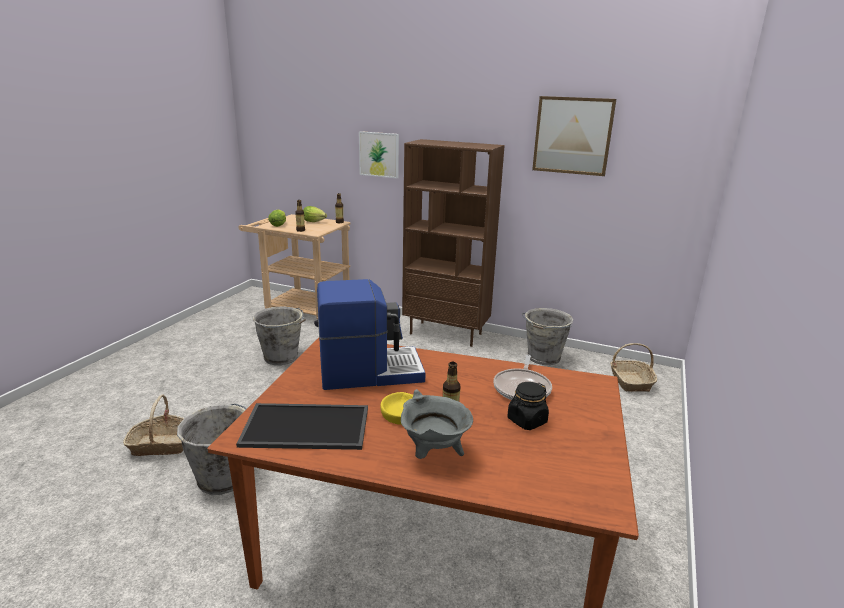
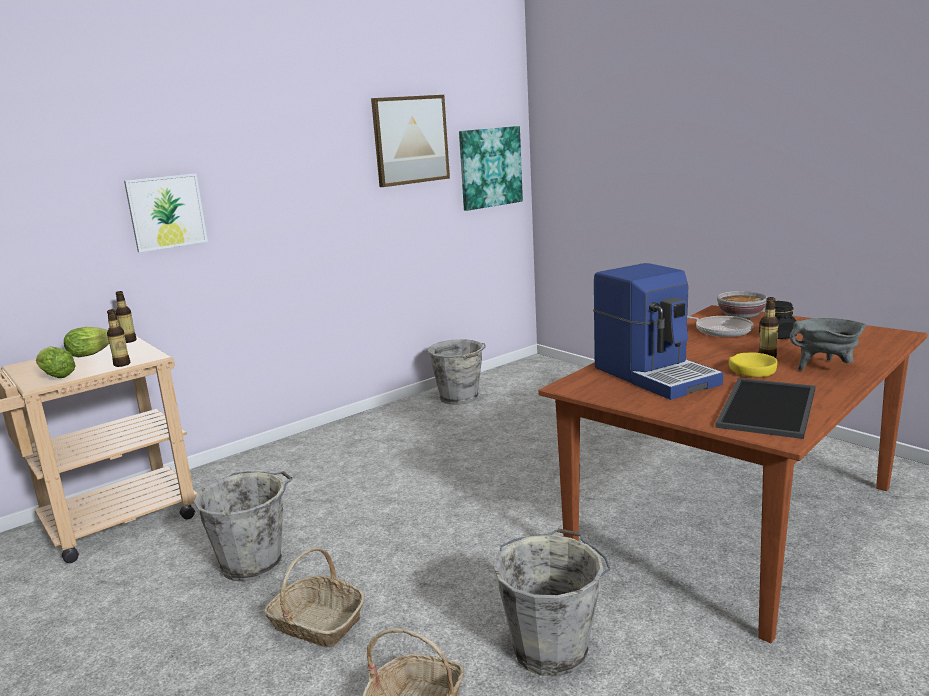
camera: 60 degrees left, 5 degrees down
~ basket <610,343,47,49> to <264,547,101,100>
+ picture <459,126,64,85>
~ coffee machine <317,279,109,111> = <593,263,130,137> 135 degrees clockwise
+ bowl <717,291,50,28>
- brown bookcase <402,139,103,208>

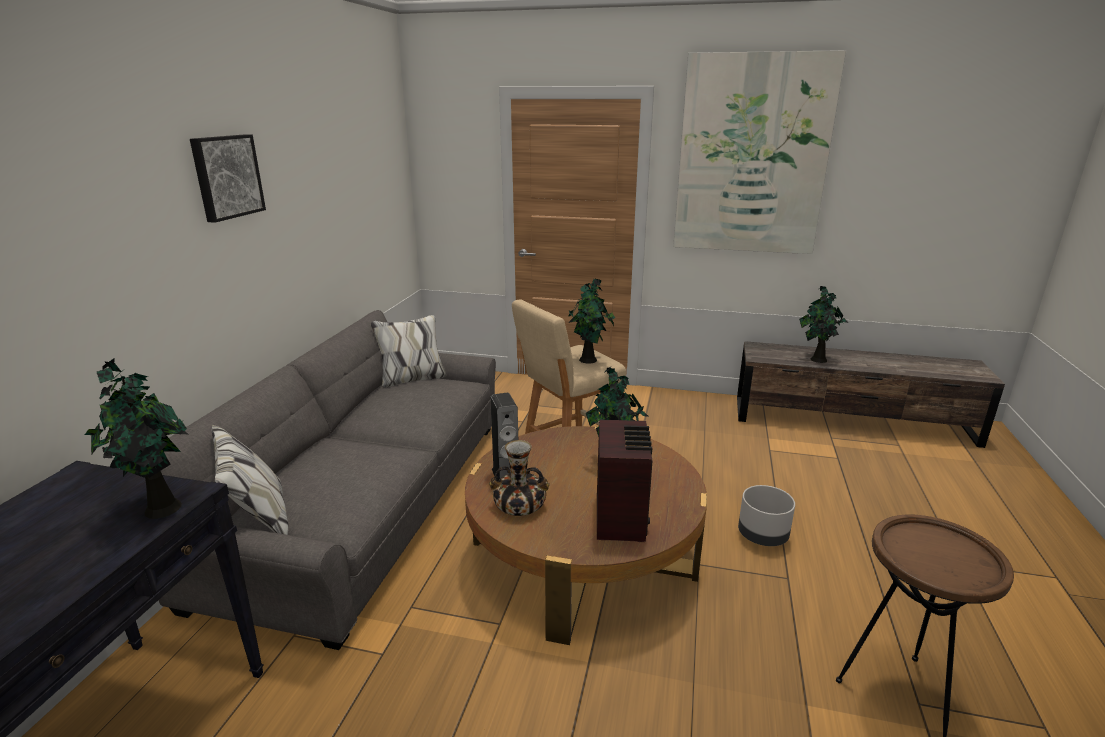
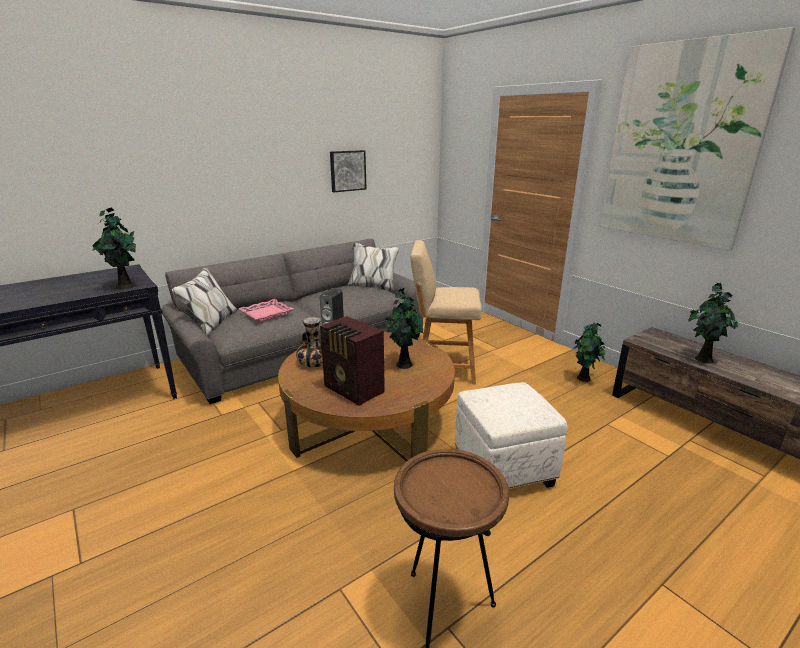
camera: 40 degrees right, 0 degrees up
+ pink tray <239,299,54,23>
~ radio <597,420,56,122> = <320,316,65,90> 90 degrees clockwise
~ picture <190,134,76,89> to <330,150,37,42>
~ grey planter <738,485,57,61> to white ottoman <455,382,113,107>
~ potted plant <568,279,47,85> to <574,322,32,60>

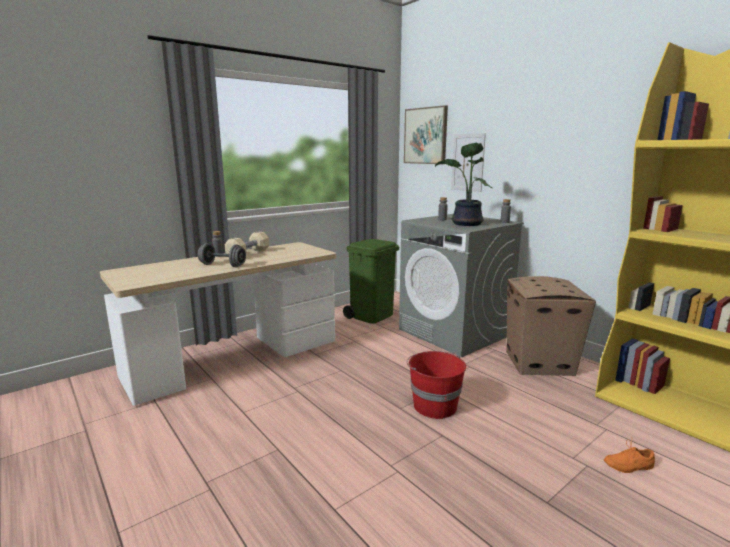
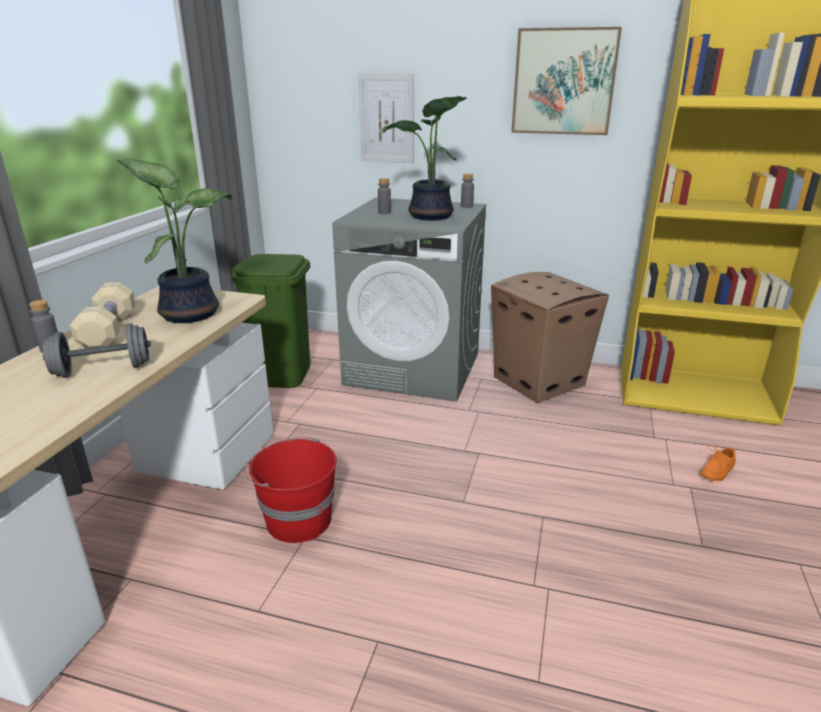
camera: 35 degrees left, 10 degrees up
+ potted plant <117,158,115,165>
~ red bucket <407,351,59,68> to <245,437,92,106>
~ picture <404,105,44,59> to <511,27,111,108>

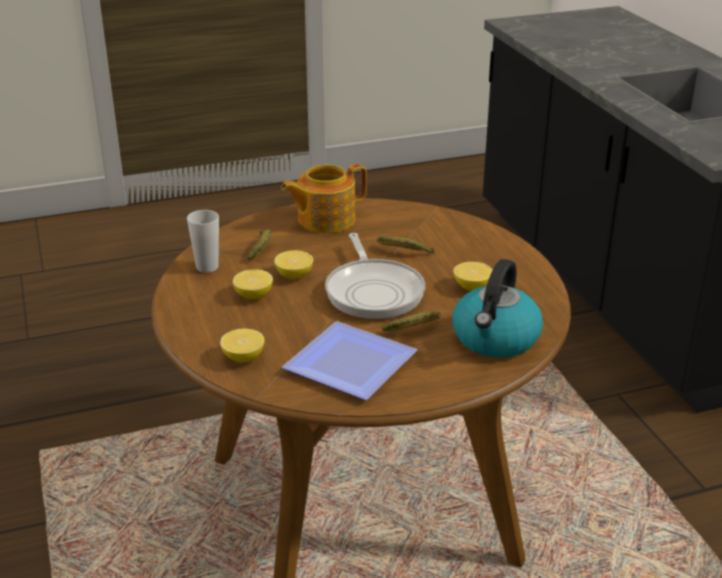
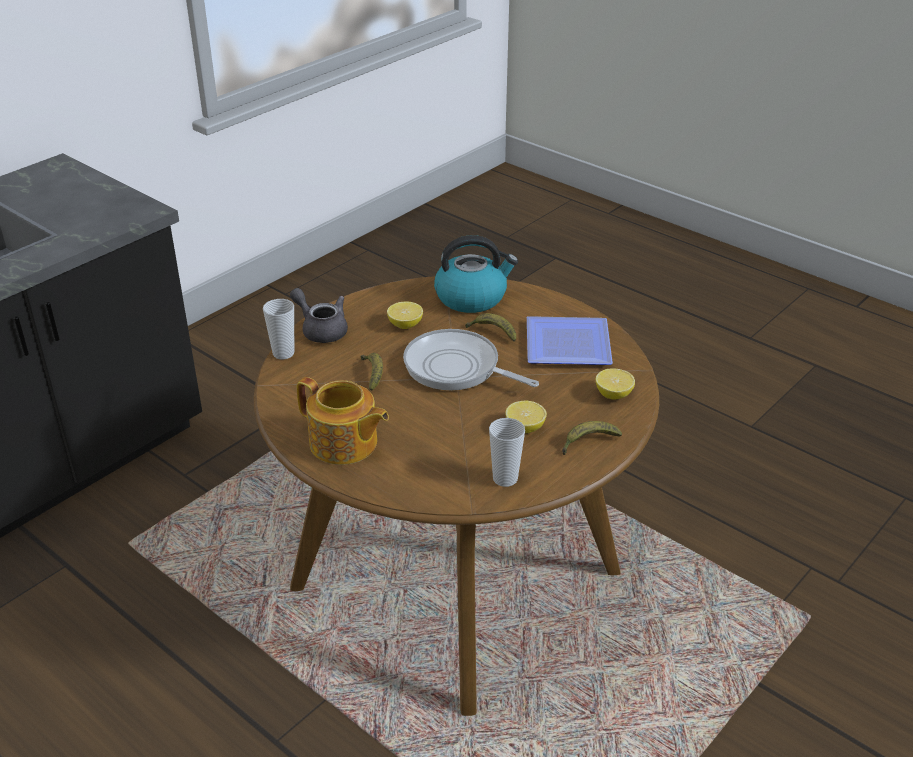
camera: 120 degrees left, 5 degrees up
+ cup <263,299,31,60>
+ grey teapot <290,288,58,55>
~ frying pan <325,233,100,86> = <403,329,136,61> 105 degrees counterclockwise
~ banana <247,229,25,31> to <562,421,60,34>
- lemon <274,250,39,29>

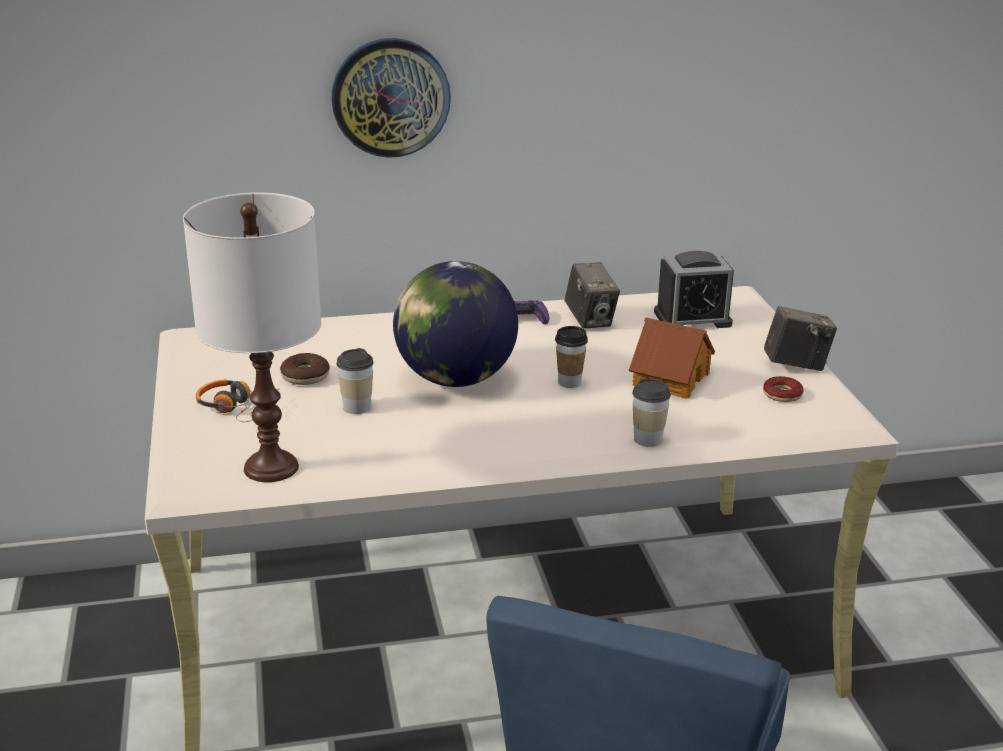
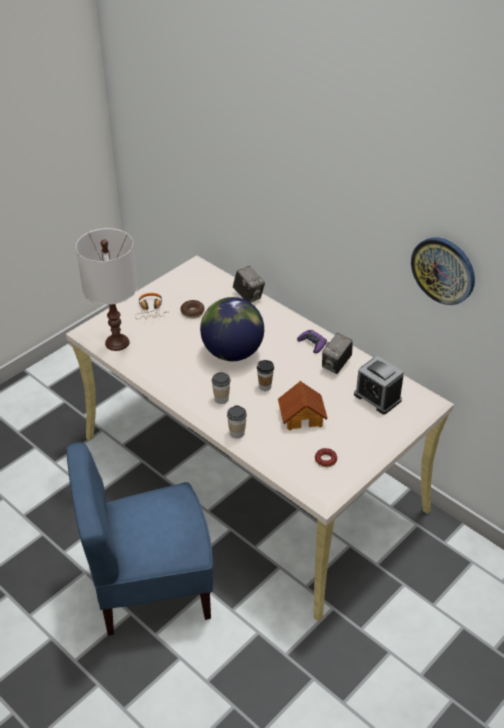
camera: 55 degrees right, 15 degrees up
~ cup <336,348,37,66> to <212,372,19,32>
~ photo camera <764,306,73,65> to <233,266,32,37>
~ wall clock <331,38,120,120> to <411,237,64,68>

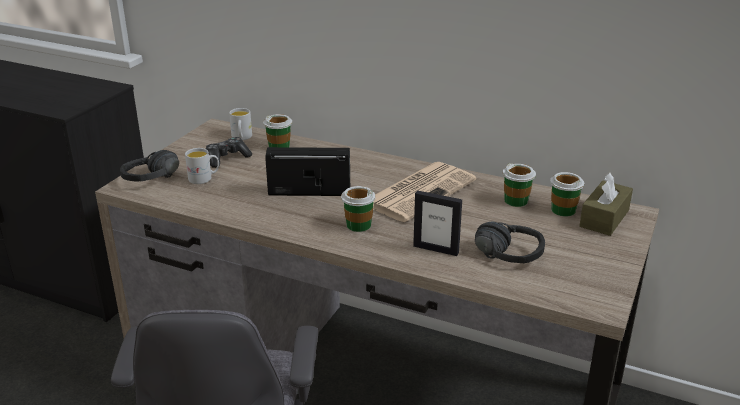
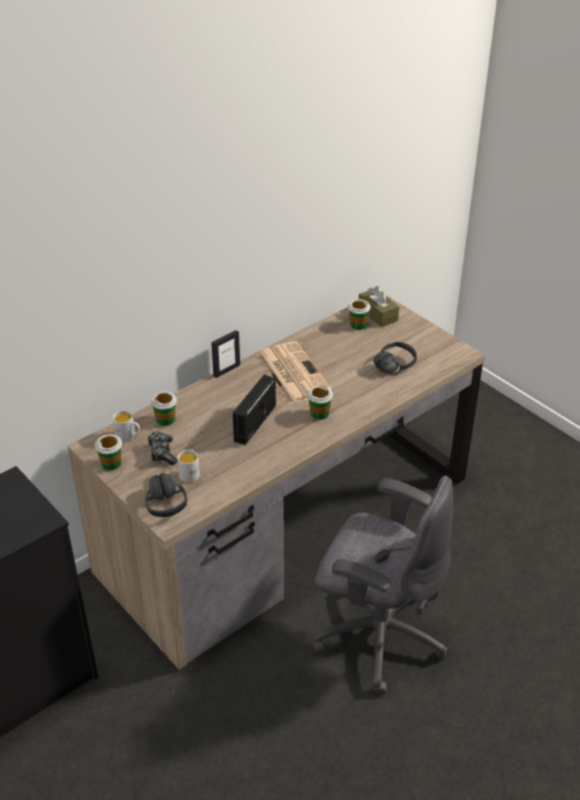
camera: 65 degrees left, 10 degrees up
~ cup <503,163,33,44> to <95,434,27,37>
~ picture frame <413,190,49,66> to <211,330,29,48>

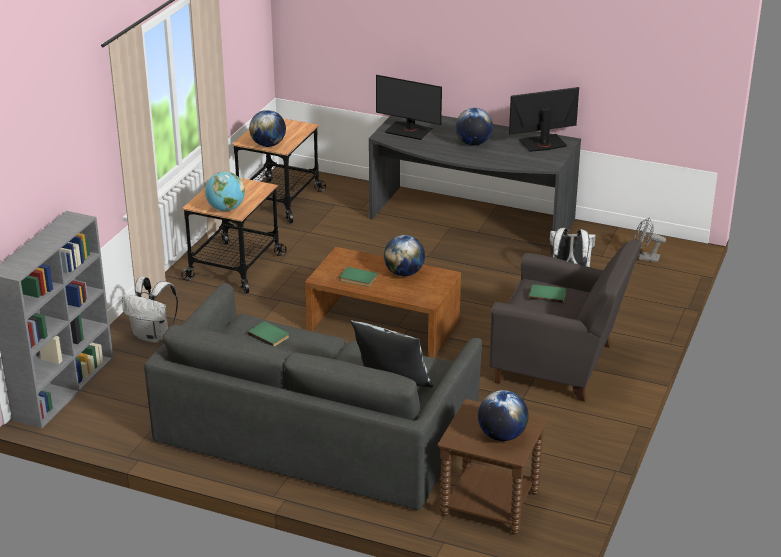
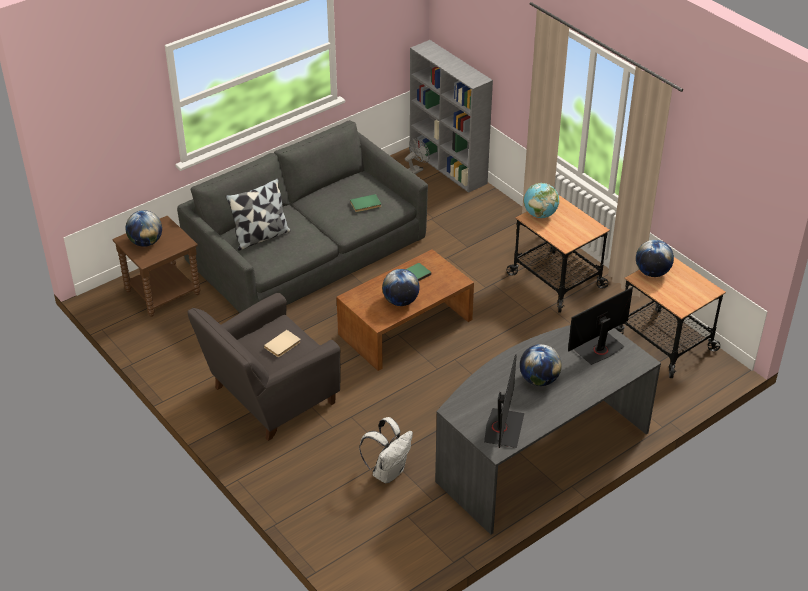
camera: 120 degrees right, 10 degrees up
~ green book <529,284,37,19> to beige book <264,330,37,27>
~ grey fan <634,218,32,44> to <405,138,24,36>
- white backpack <122,277,56,66>

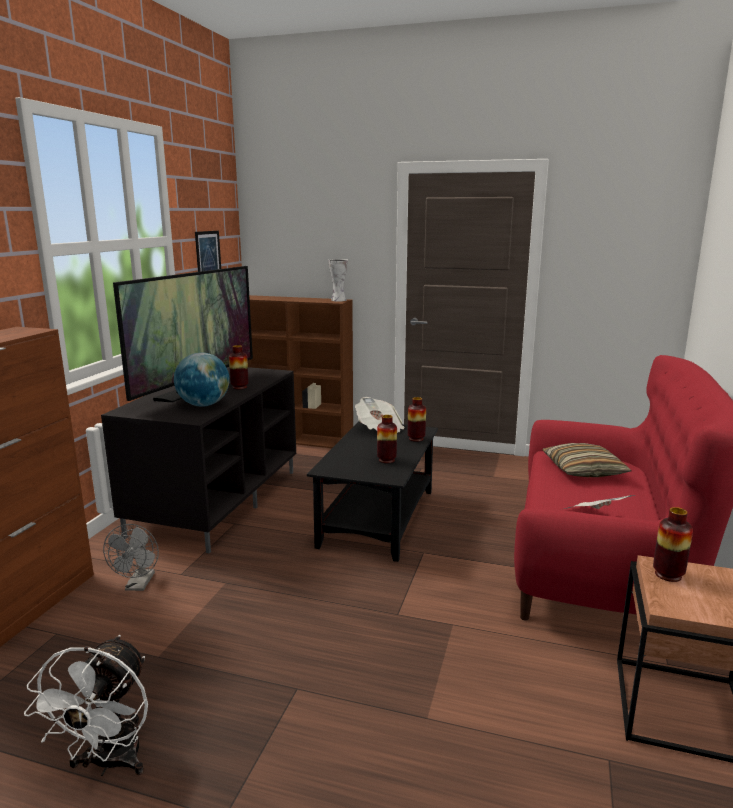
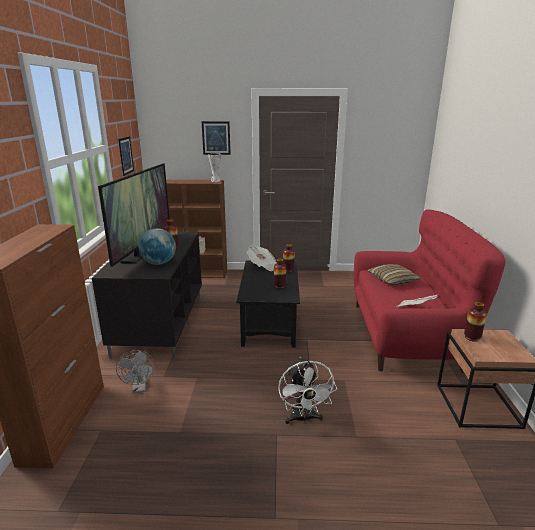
camera: 15 degrees left, 5 degrees up
+ picture <202,121,29,34>
~ white fan <24,635,124,141> to <278,357,59,67>

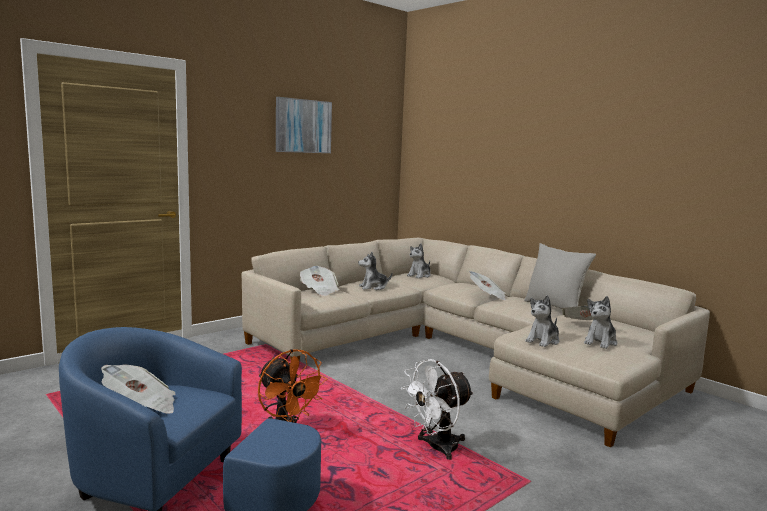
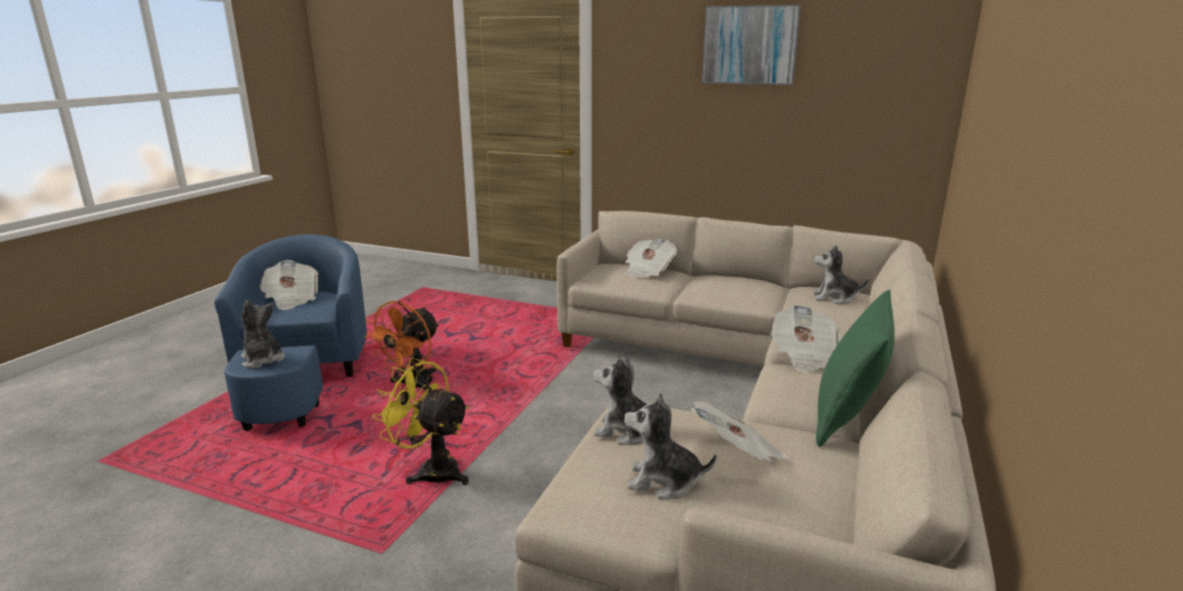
camera: 65 degrees right, 10 degrees up
~ plush toy <358,252,34,38> to <241,300,44,68>
~ white fan <401,359,73,101> to yellow fan <372,358,97,127>
~ grey pillow <524,243,72,66> to green pillow <816,290,79,157>

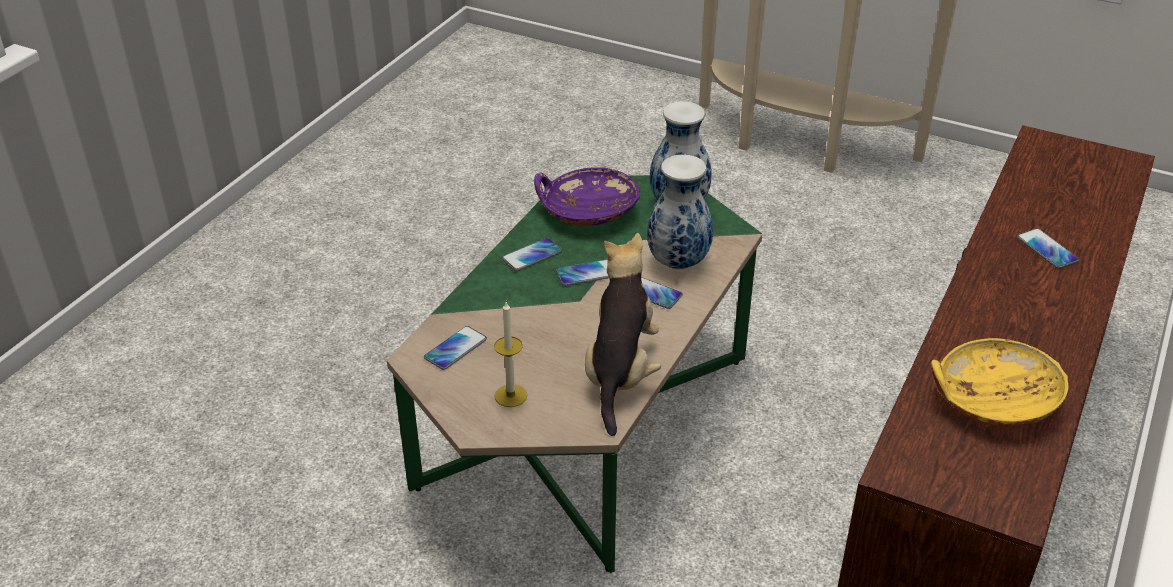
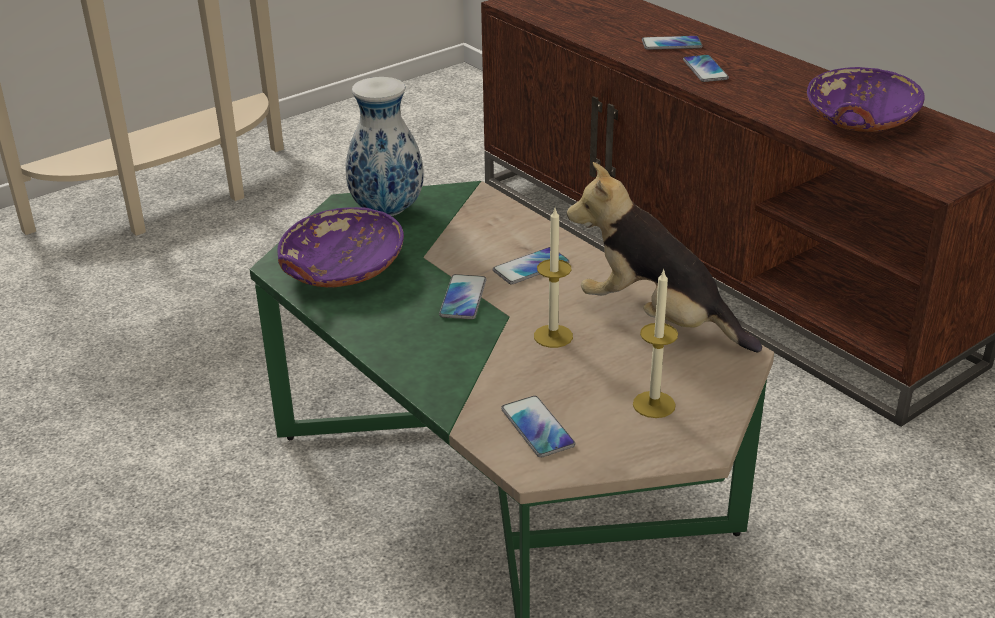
camera: 65 degrees left, 5 degrees down
+ candle <534,208,39,140>
~ phone <502,238,60,33> to <683,55,46,27>
~ yellow bowl <931,338,138,89> to purple bowl <807,67,118,65>
- vase <647,155,66,114>

